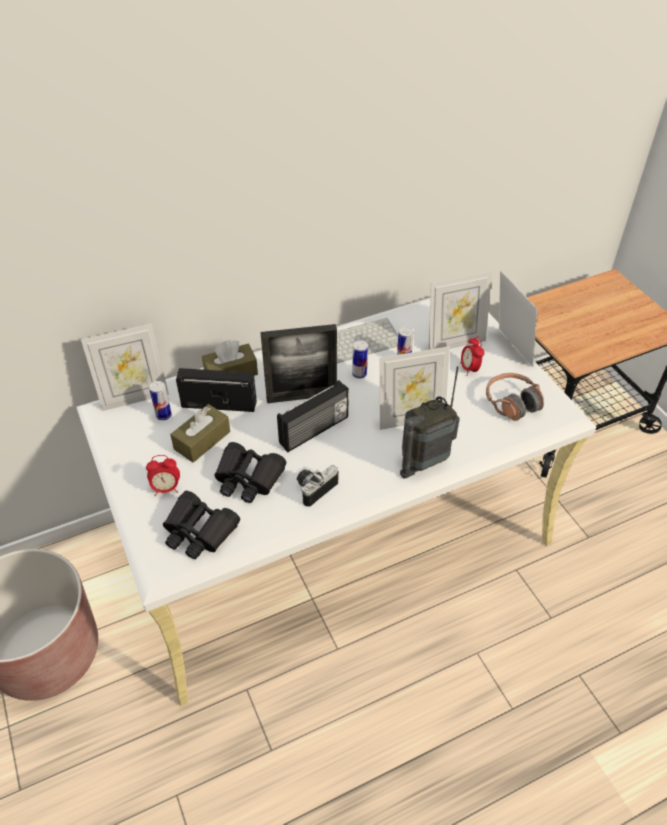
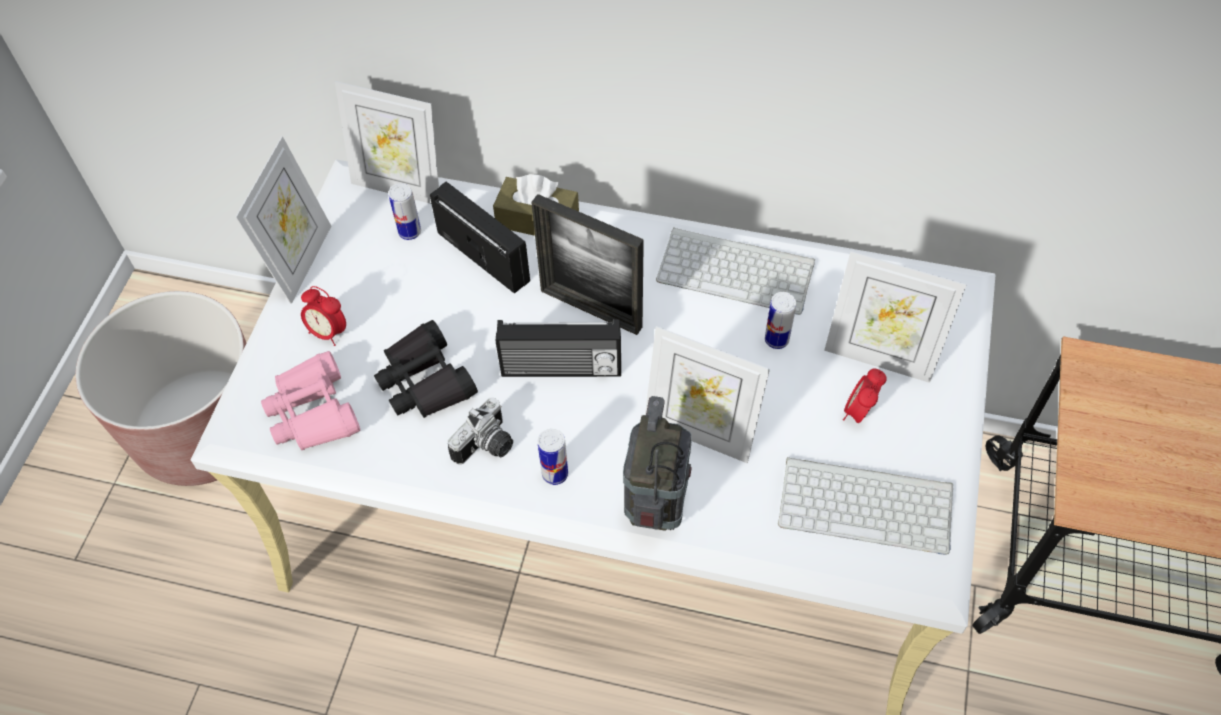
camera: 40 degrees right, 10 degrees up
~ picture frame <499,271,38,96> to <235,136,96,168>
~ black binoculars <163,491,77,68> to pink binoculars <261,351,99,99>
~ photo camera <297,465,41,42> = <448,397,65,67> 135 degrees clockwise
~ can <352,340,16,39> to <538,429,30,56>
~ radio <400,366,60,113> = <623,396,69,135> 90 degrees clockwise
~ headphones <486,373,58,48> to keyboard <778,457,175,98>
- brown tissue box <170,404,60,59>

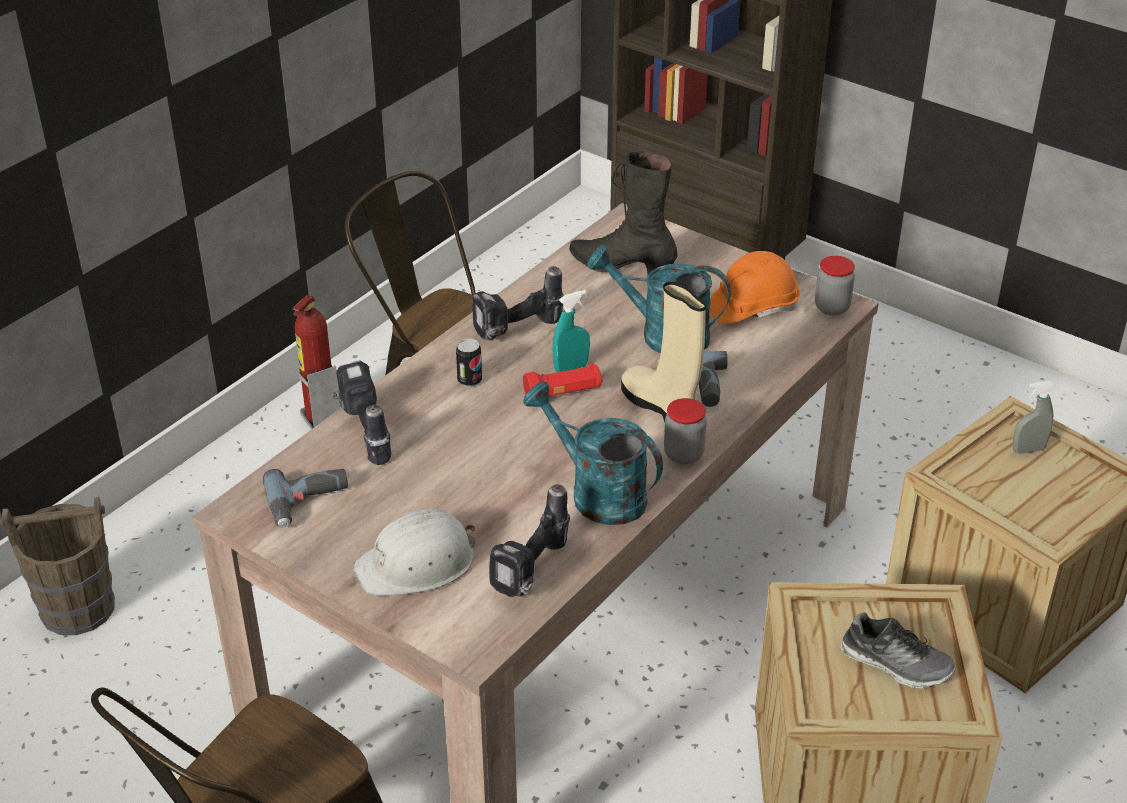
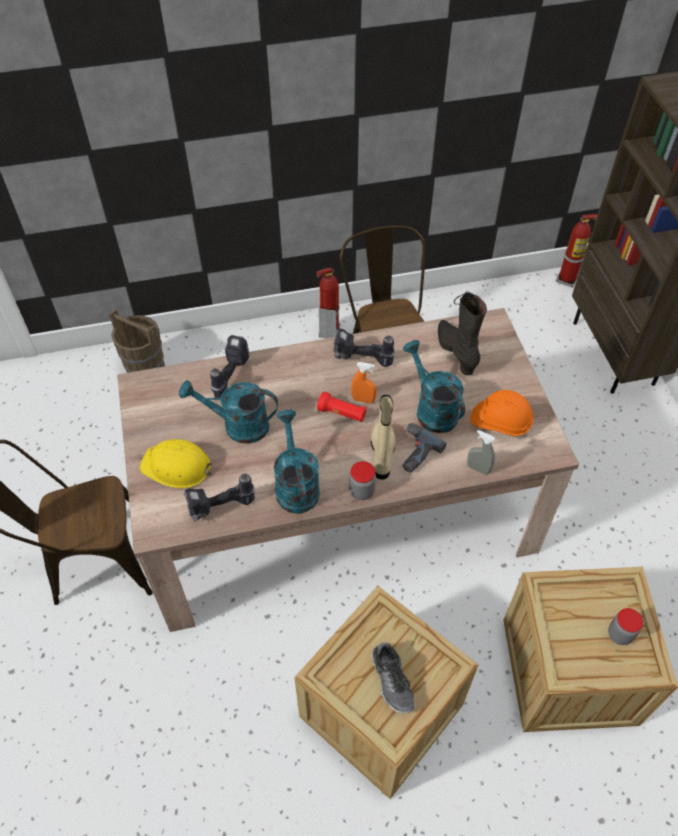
camera: 40 degrees right, 15 degrees up
~ white hard hat <353,509,123,87> to yellow hard hat <140,439,74,49>
+ turquoise watering can <179,380,99,64>
~ turquoise spray bottle <552,290,38,82> to orange spray bottle <351,362,26,41>
~ grey spray bottle <1012,381,44,73> to <467,430,28,45>
+ fire extinguisher <556,214,42,73>
~ jar <815,256,40,59> to <608,608,35,37>
- power drill <263,469,85,59>
- can <456,339,26,48>

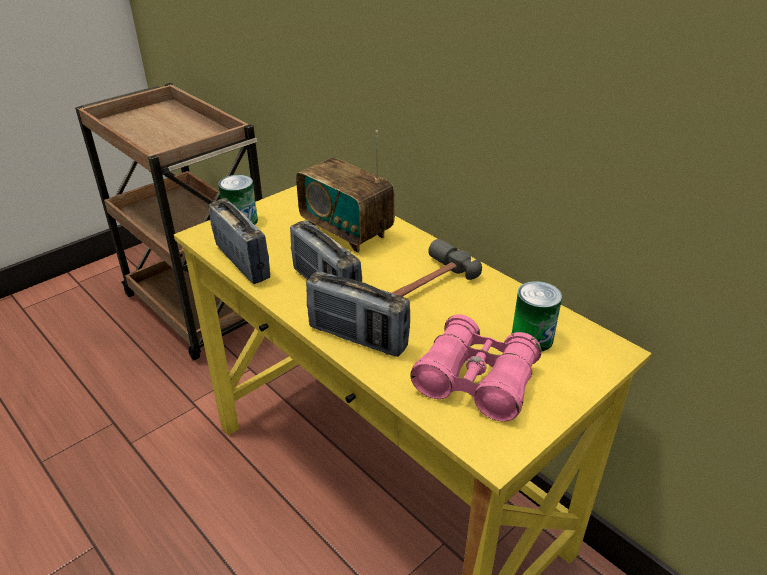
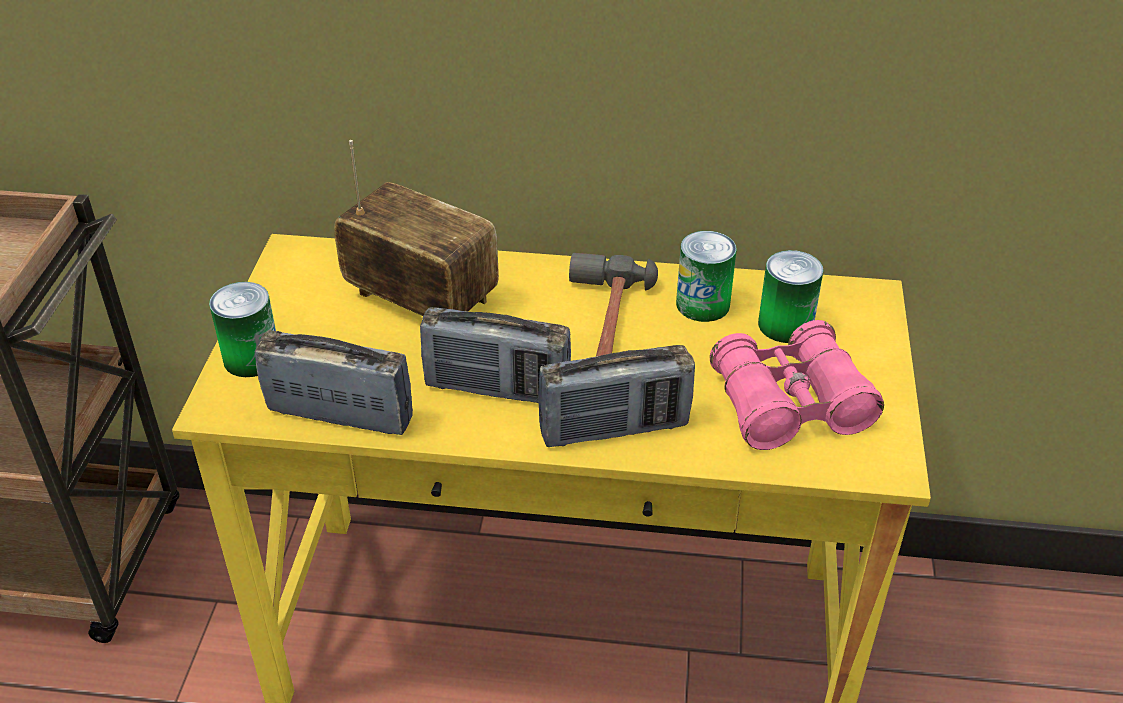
camera: 40 degrees left, 5 degrees up
~ radio <296,130,99,123> = <334,140,165,176> 150 degrees counterclockwise
+ can <676,231,61,91>

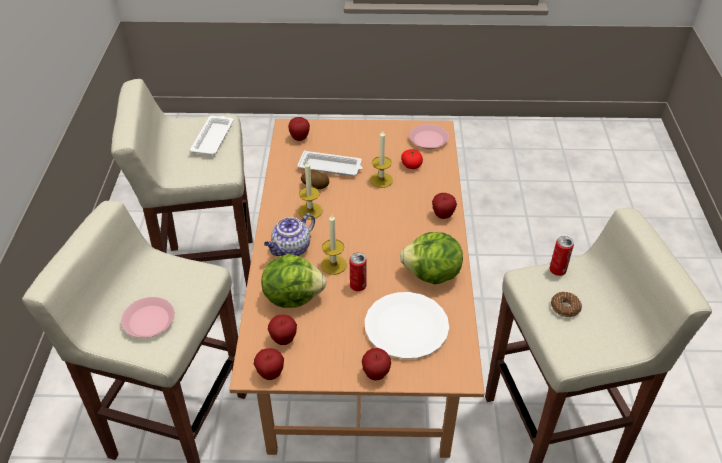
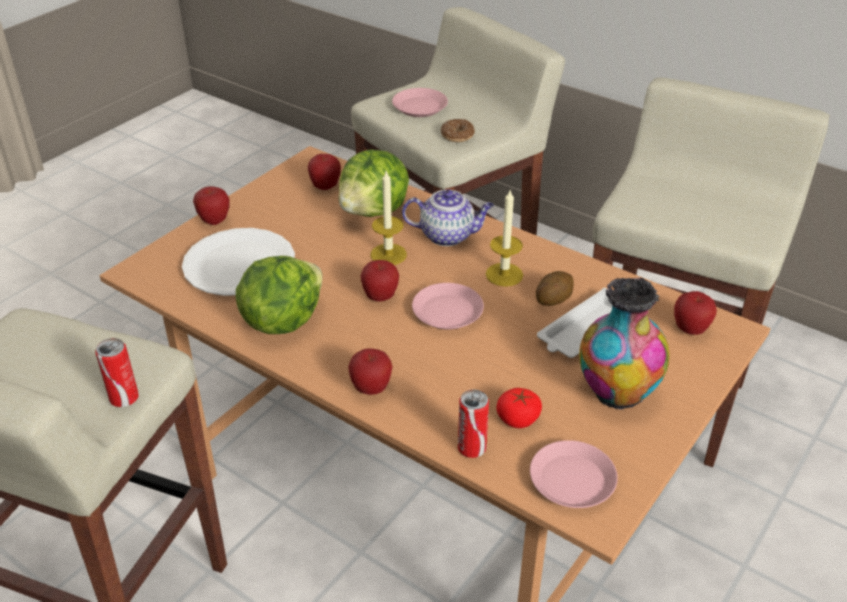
camera: 125 degrees right, 5 degrees down
~ apple <254,348,30,32> to <360,260,39,42>
~ teapot <264,213,51,43> = <402,190,92,56> 105 degrees clockwise
+ pink plate <412,283,72,47>
~ donut <551,292,31,25> to <441,119,34,23>
~ can <350,253,17,38> to <458,389,31,69>
+ vase <579,277,90,133>
- white tray <190,116,44,39>
- candle <370,130,23,58>

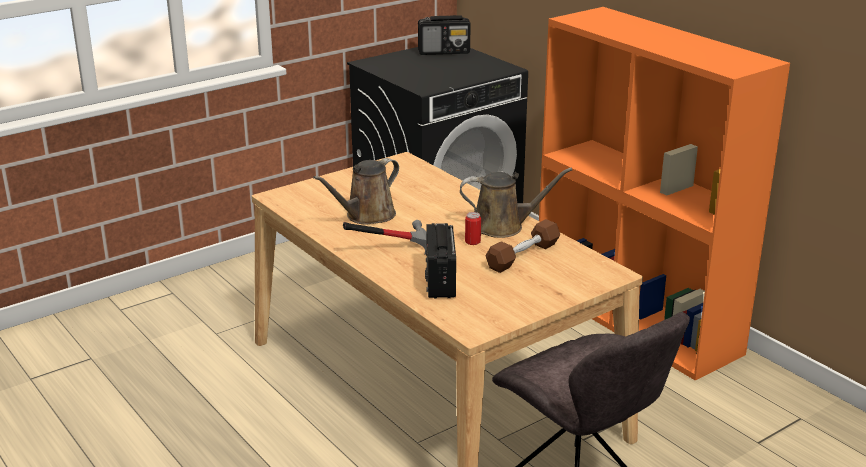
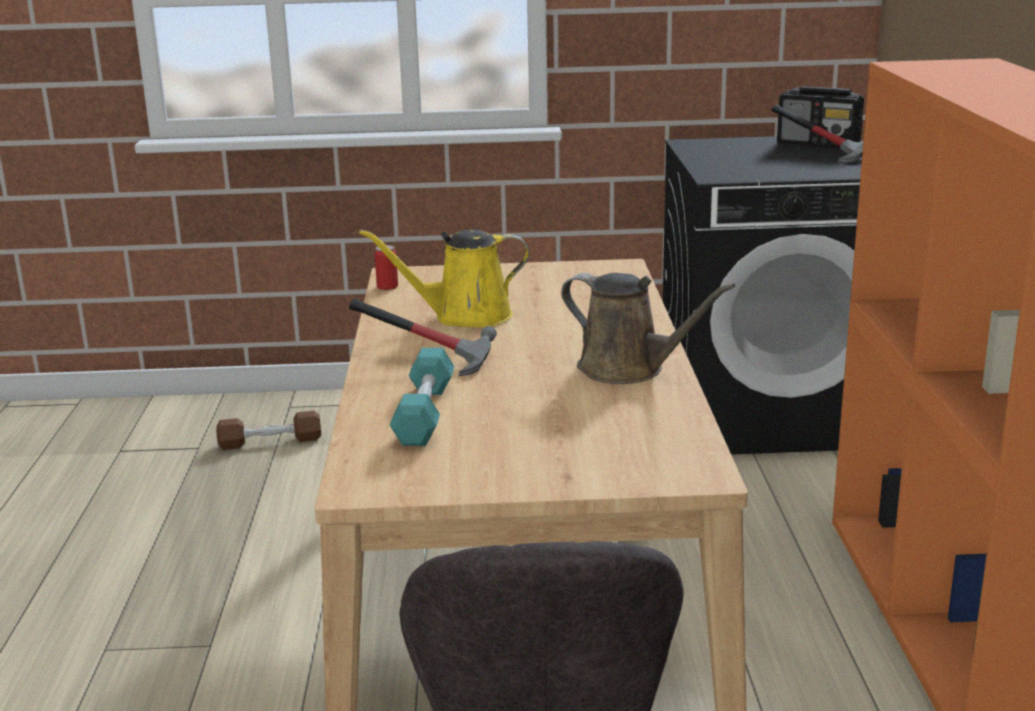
camera: 35 degrees right, 5 degrees down
~ brown dumbbell <486,219,74,54> to <216,411,105,39>
~ brown watering can <313,158,86,67> to yellow watering can <359,229,170,99>
~ can <465,212,16,33> to <375,245,23,45>
~ radio <425,223,31,76> to turquoise dumbbell <390,348,64,98>
+ hammer <771,104,92,59>

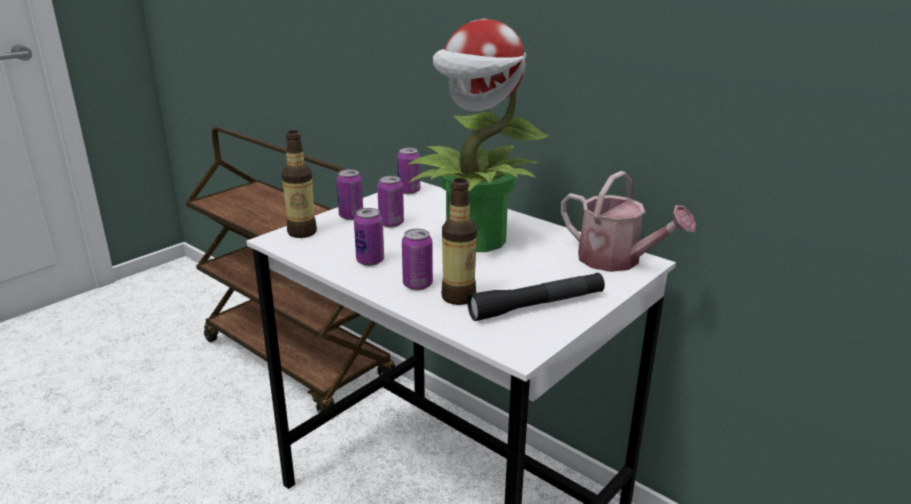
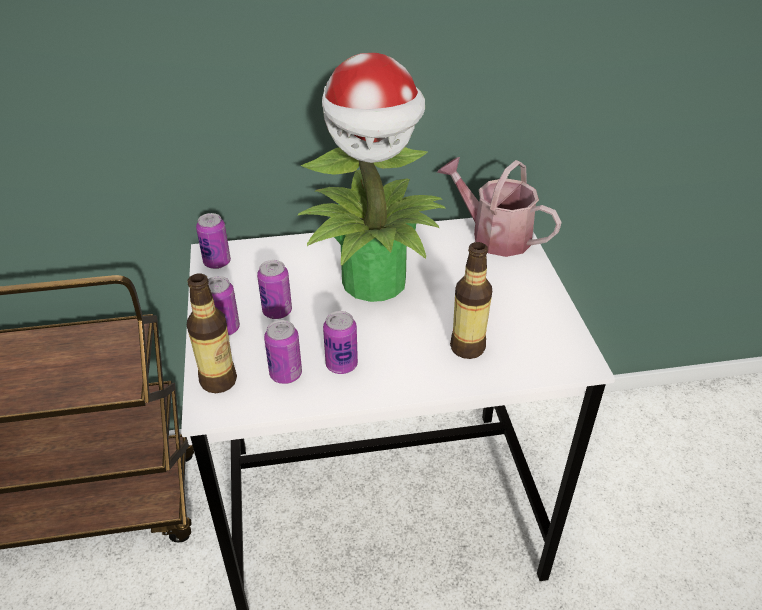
camera: 50 degrees left, 15 degrees up
~ can <402,229,31,61> to <264,320,38,64>
~ watering can <561,171,135,101> = <437,157,125,100> 135 degrees counterclockwise
- black flashlight <467,273,138,48>

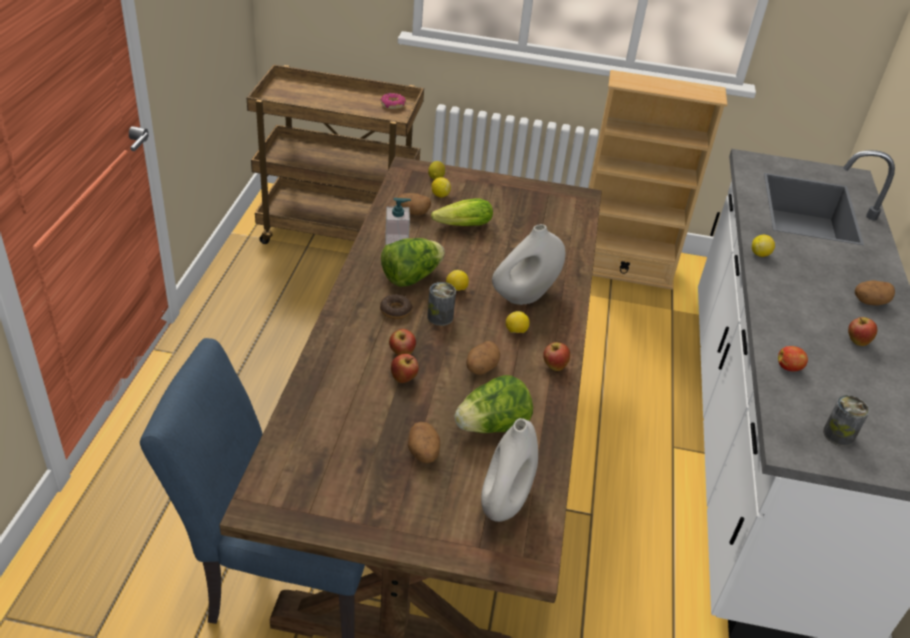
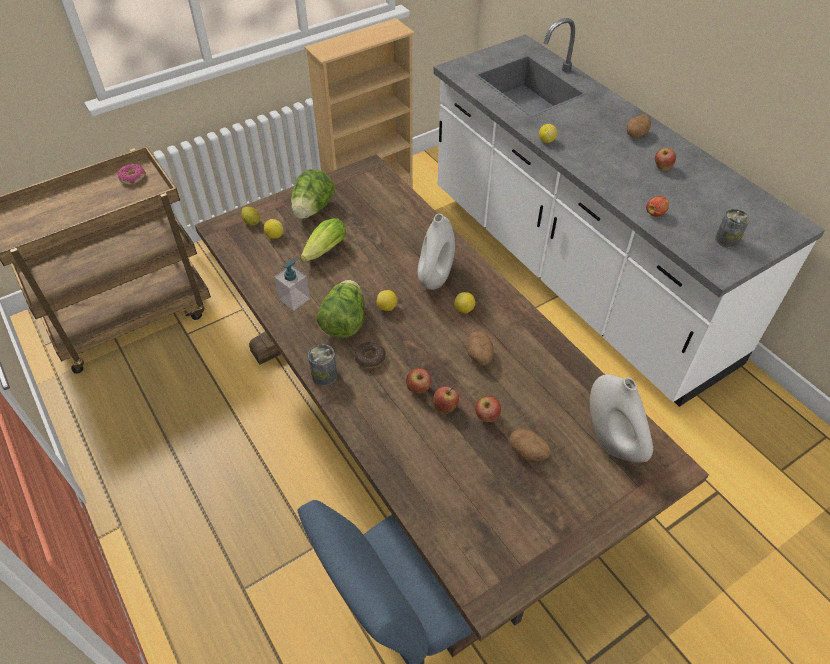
camera: 40 degrees left, 10 degrees up
~ lettuce <454,375,79,58> to <291,169,44,50>
~ can <427,282,29,44> to <308,344,29,42>
~ apple <543,342,27,29> to <475,396,26,26>
- potato <397,193,34,22>

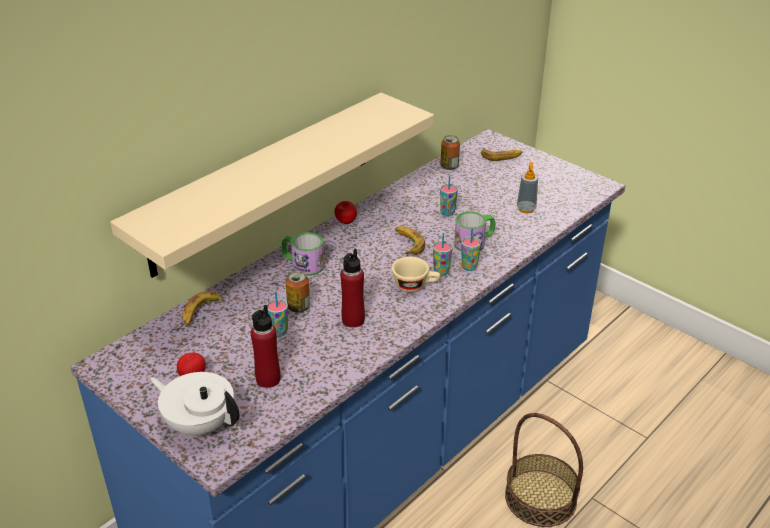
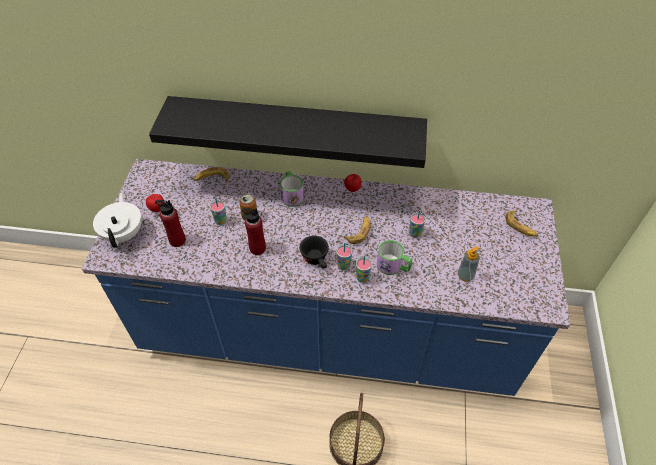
camera: 55 degrees right, 15 degrees up
~ beige shelf <110,93,324,185> to black shelf <149,96,278,72>
~ beige cup <392,257,48,36> to black cup <300,236,29,33>
- can <440,135,20,35>

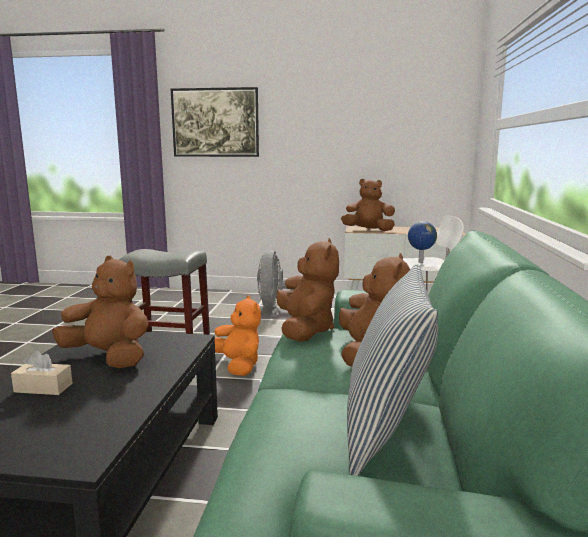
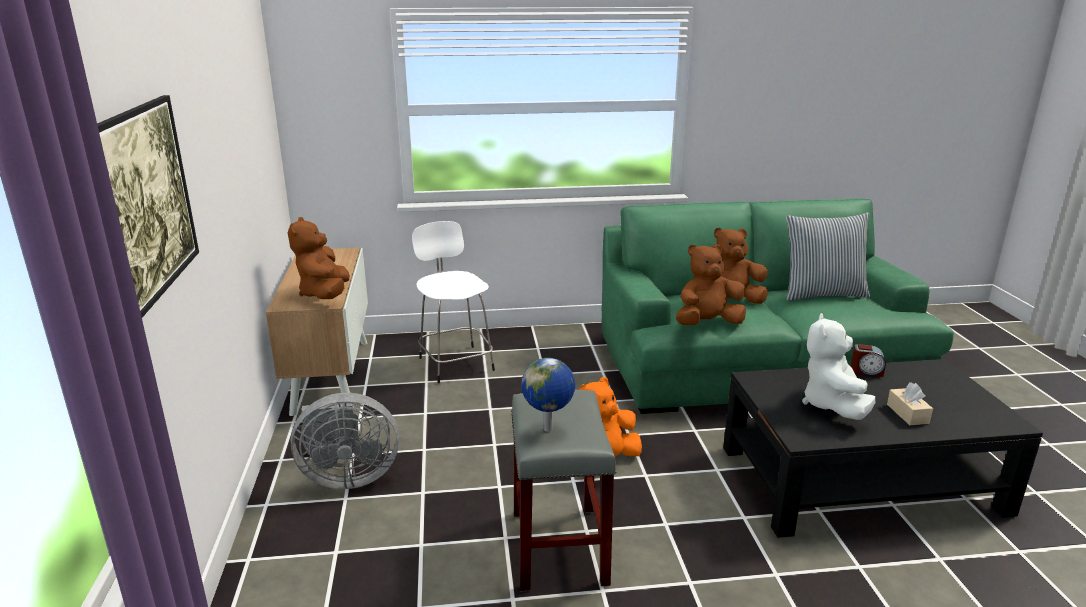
camera: 105 degrees left, 10 degrees up
~ globe <408,221,29,42> to <521,358,54,74>
~ brown plush toy <52,255,96,113> to white plush toy <802,313,73,107>
+ alarm clock <850,344,36,33>

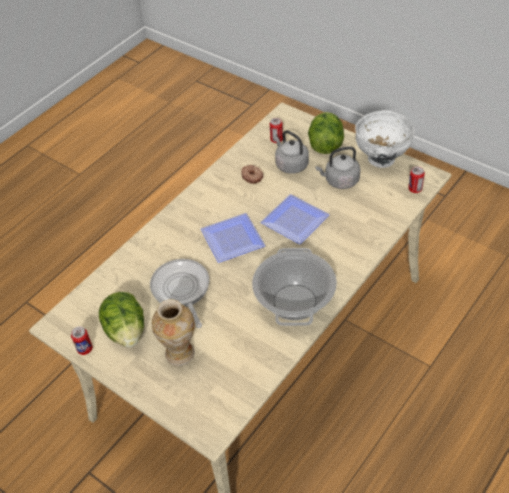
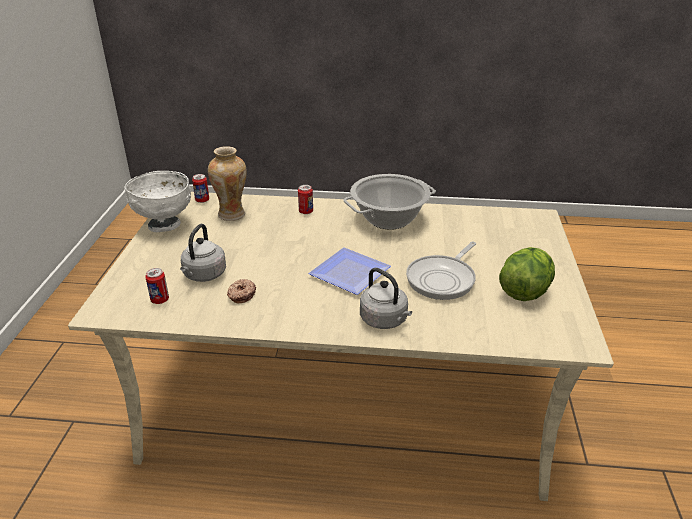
camera: 125 degrees left, 15 degrees down
~ vase <152,299,43,67> to <208,146,39,75>
~ can <71,326,22,29> to <298,185,15,29>
~ grey kettle <315,146,45,43> to <360,268,52,61>
- plate <260,194,70,50>
- lettuce <308,112,36,42>

